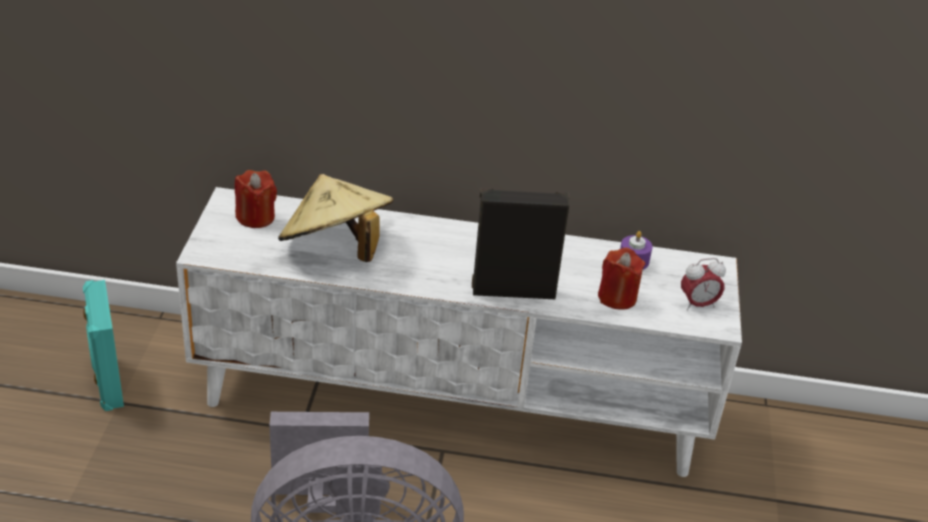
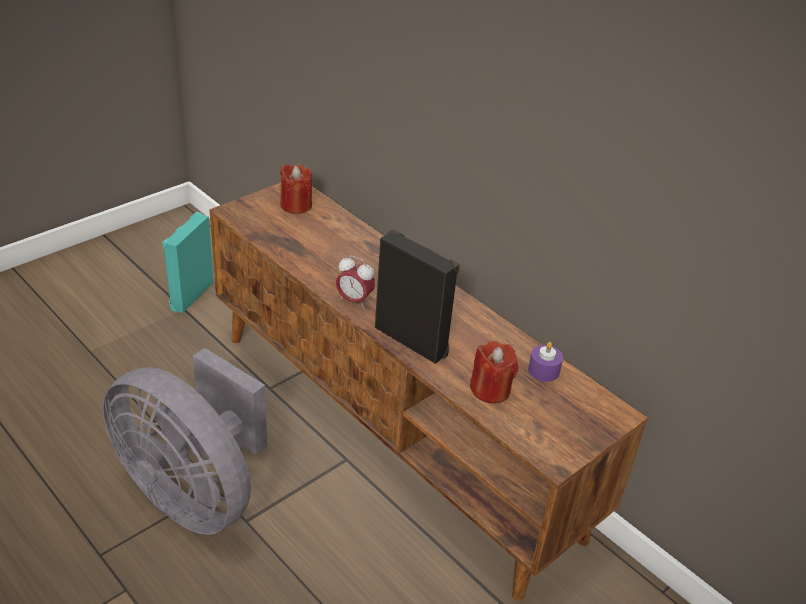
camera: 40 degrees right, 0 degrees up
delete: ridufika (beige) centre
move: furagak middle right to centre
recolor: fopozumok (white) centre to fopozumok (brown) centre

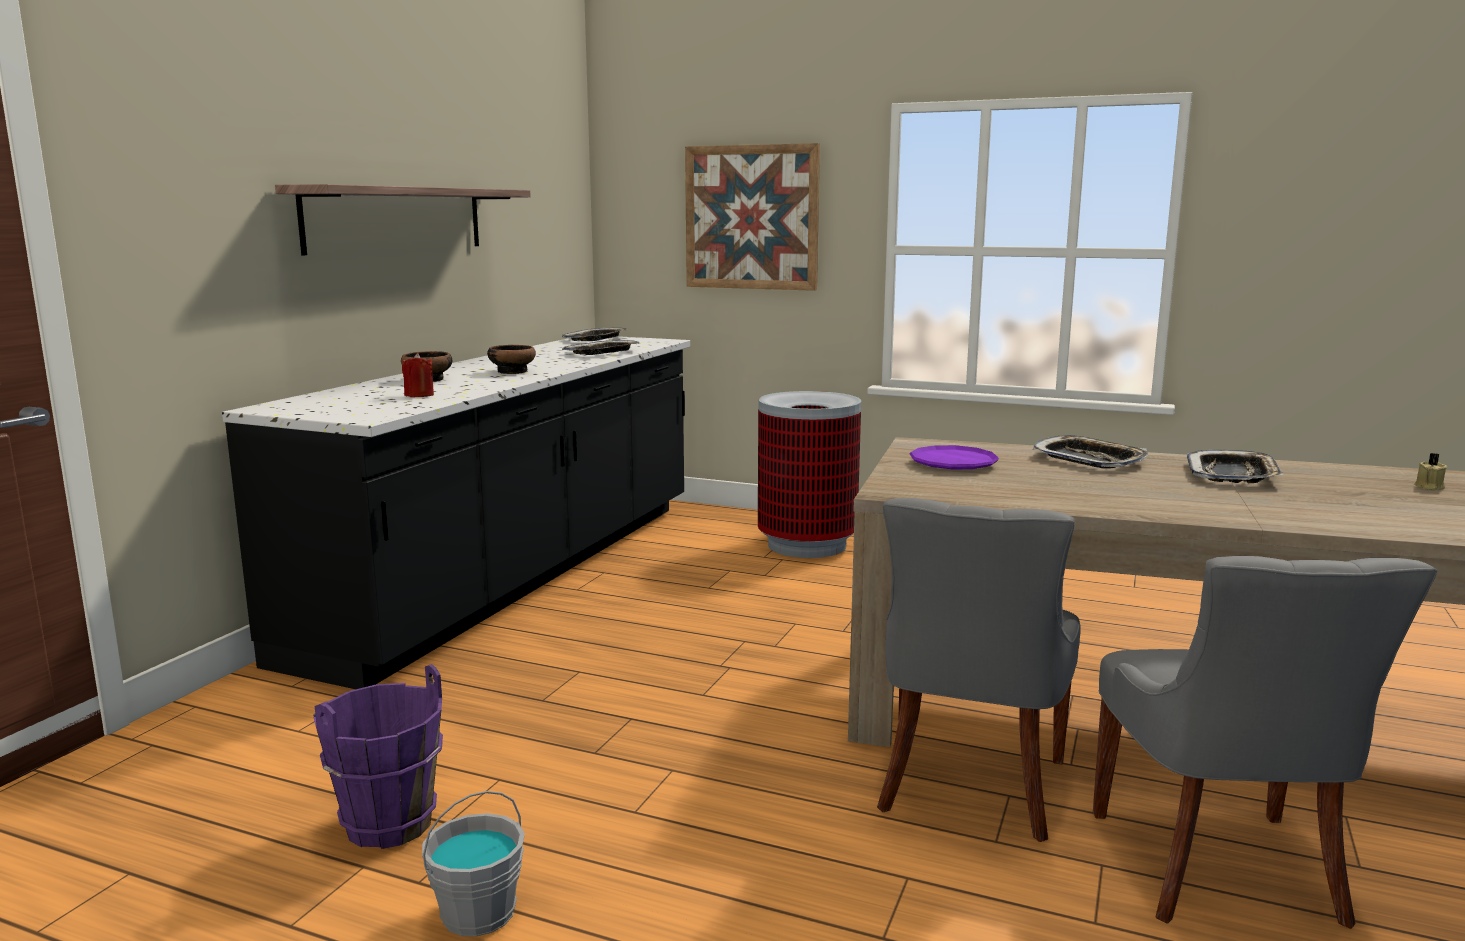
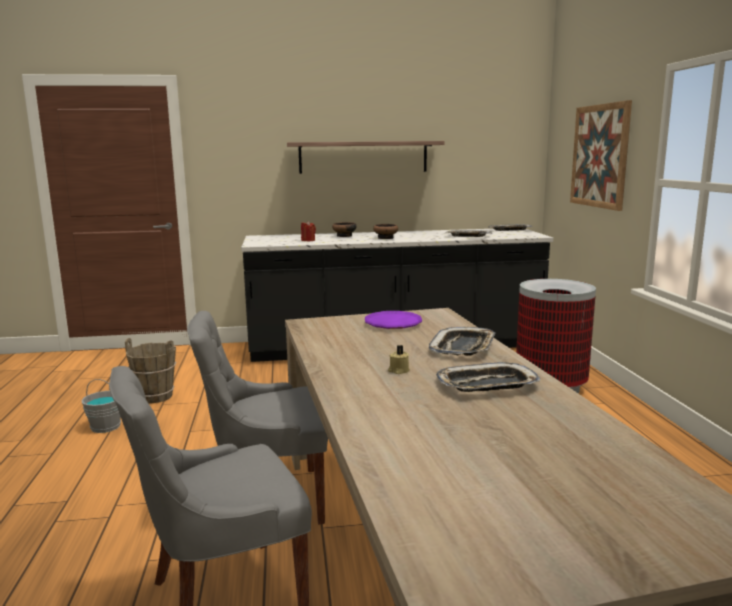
camera: 60 degrees right, 0 degrees up
move: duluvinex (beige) middle right to centre
recolor: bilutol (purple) bottom left to bilutol (brown) middle left

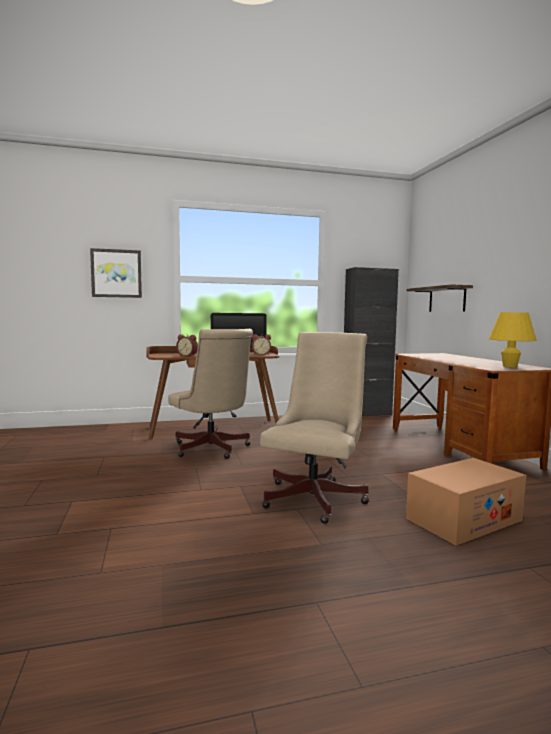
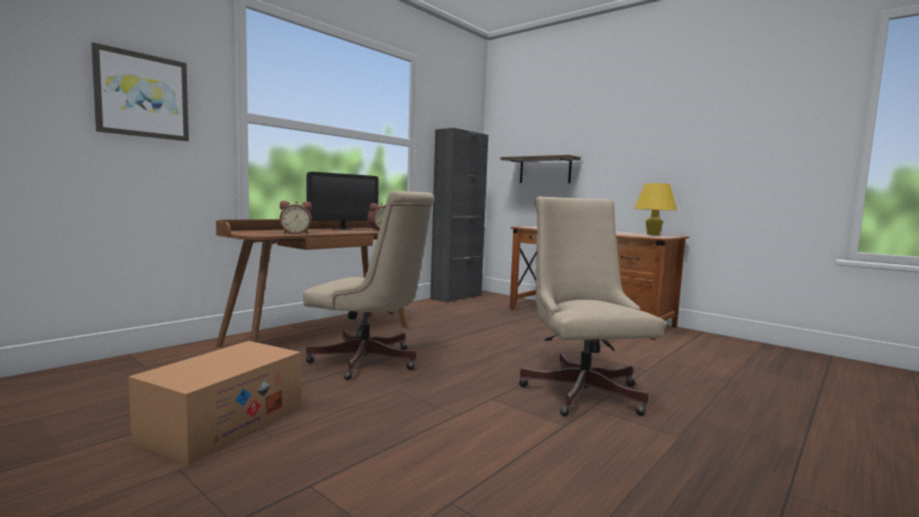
camera: 35 degrees left, 0 degrees up
move: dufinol bottom right to bottom left

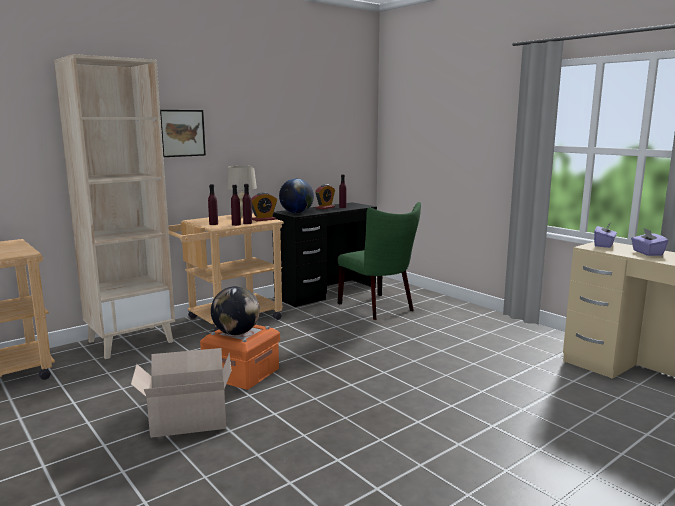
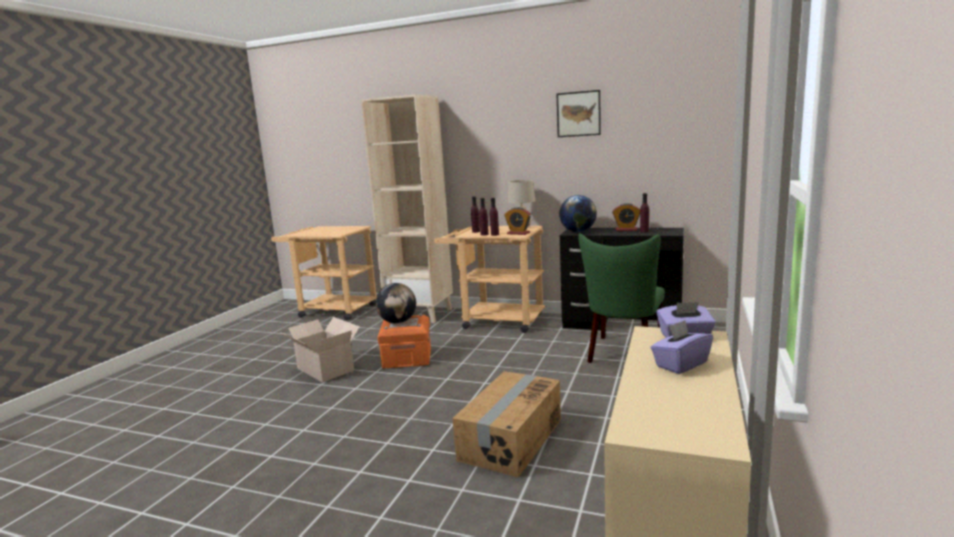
camera: 60 degrees right, 0 degrees up
insert: dufinol (2nd from left) bottom centre
move: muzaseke top left to top centre

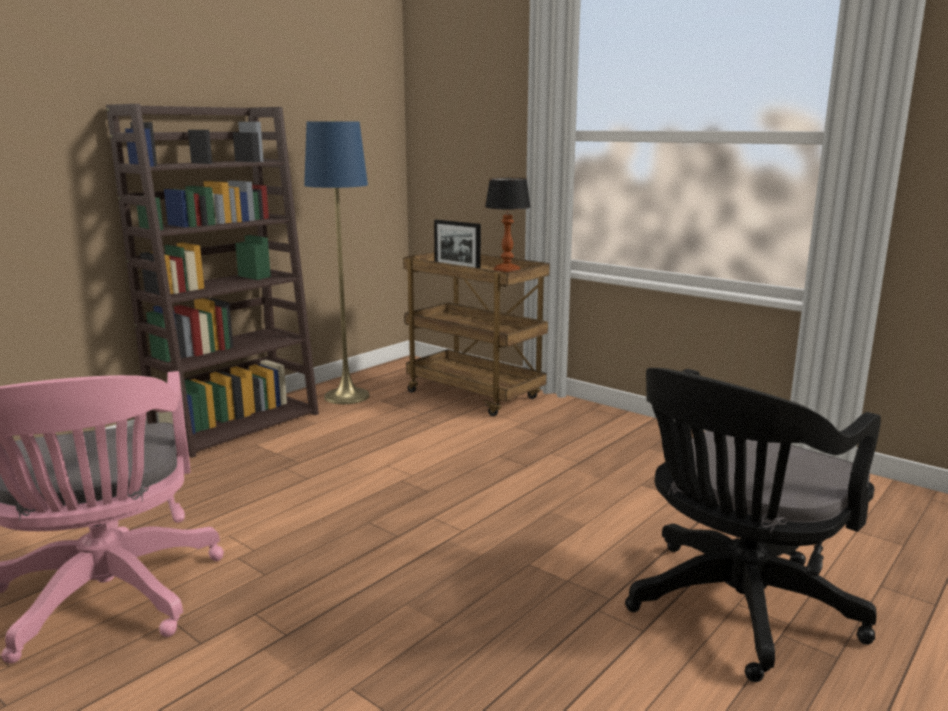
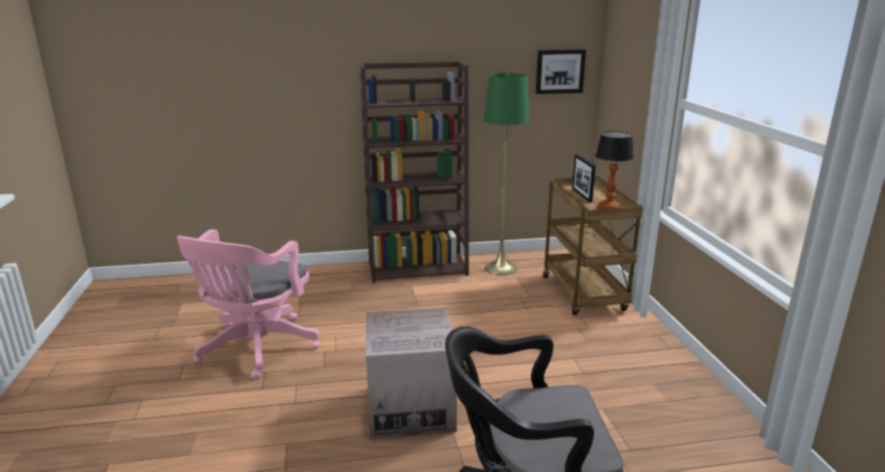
camera: 40 degrees right, 5 degrees up
insert: dufinol bottom centre; muzaseke top centre
recolor: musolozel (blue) centre to musolozel (green) centre

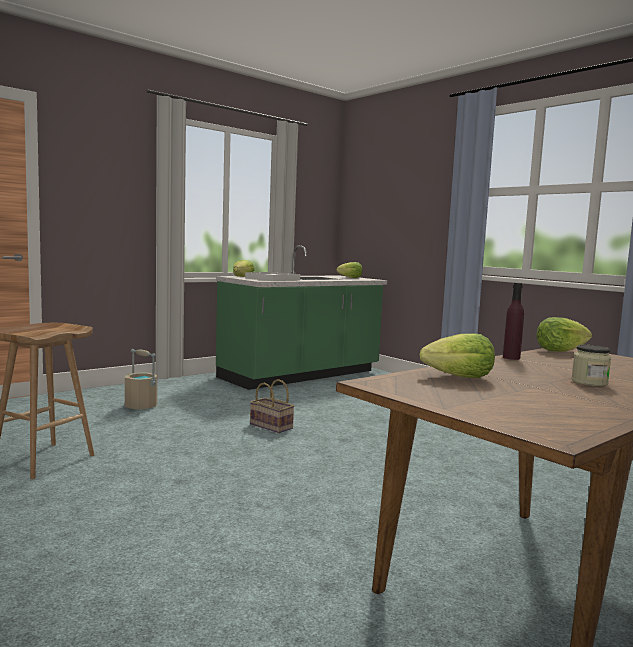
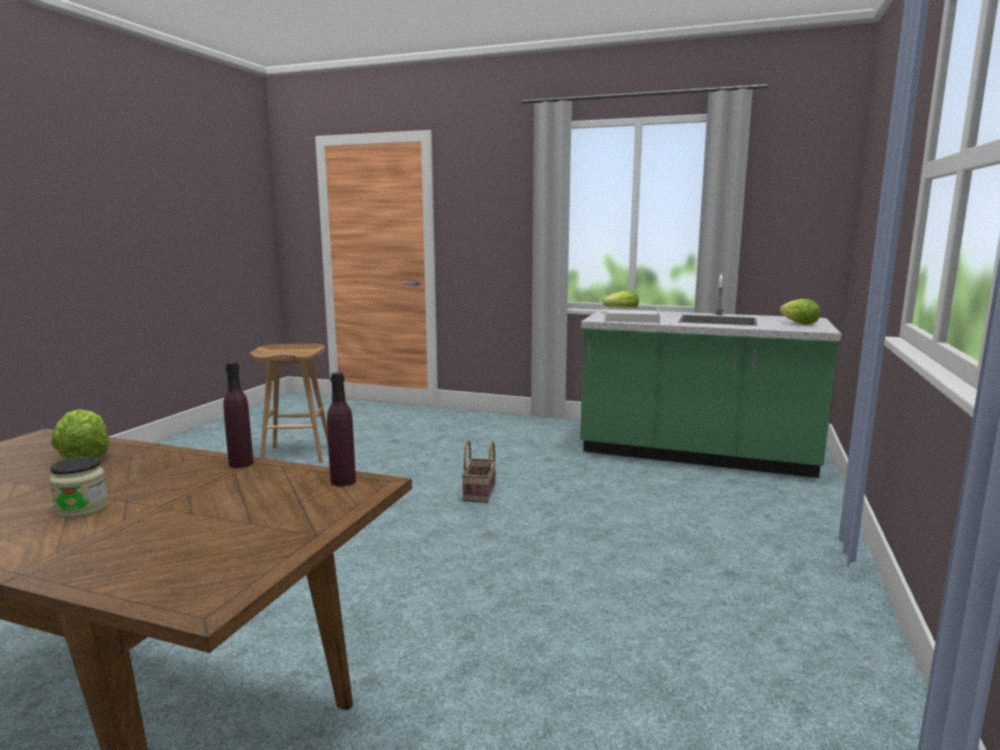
camera: 60 degrees right, 5 degrees up
delete: bilutol (beige) middle left
replace: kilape (4th from left) middle right to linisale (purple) (2nd from left) centre

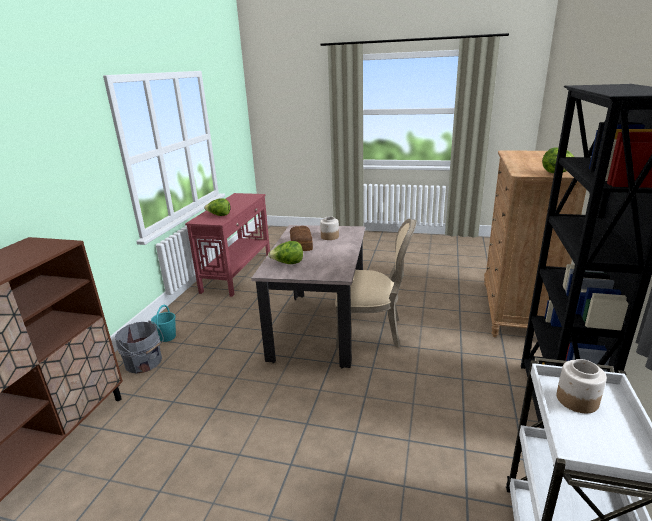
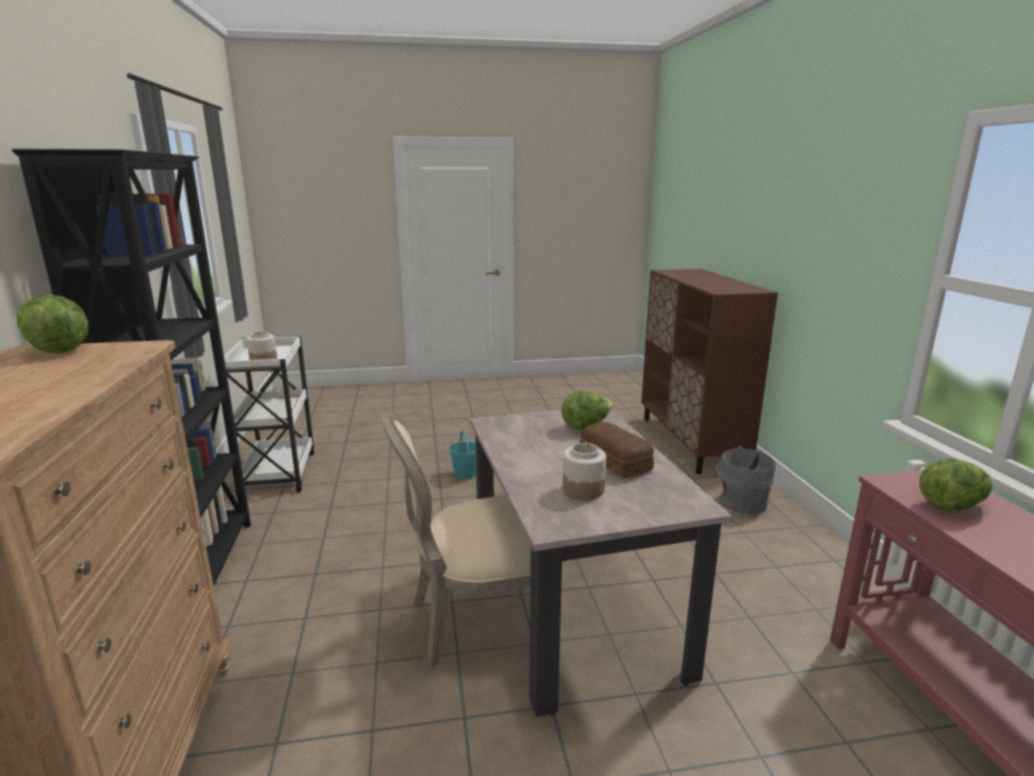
camera: 155 degrees right, 5 degrees down
move: bilutol (turquoise) middle left to centre

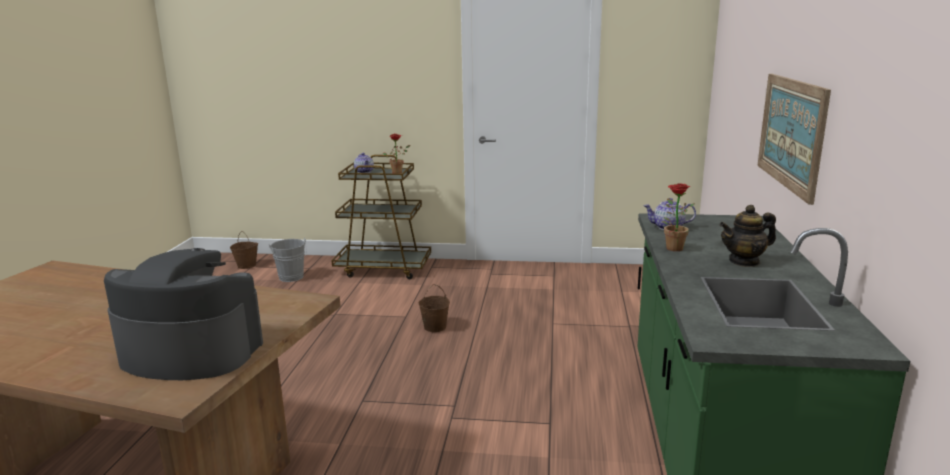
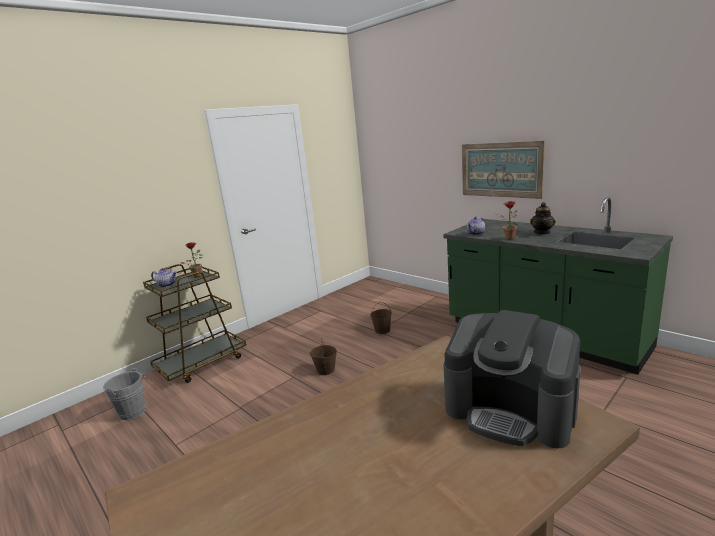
camera: 50 degrees left, 0 degrees up
move: bilutol (brown) (1st from left in the first image) middle left to bilutol (brown) (2nd from left) centre
rotate: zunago middle left = bottom right 105 degrees counterclockwise

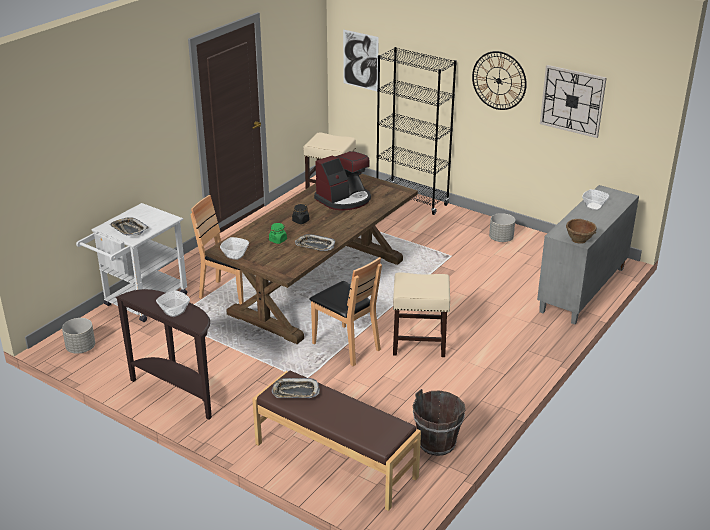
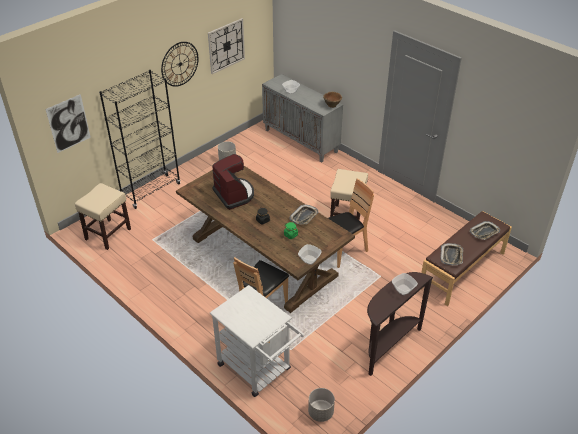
camera: 80 degrees left, 10 degrees up
delete: bilutol (brown) bottom centre
move: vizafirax (1st from left in the first image) middle left to vizafirax (3rd from left) middle right

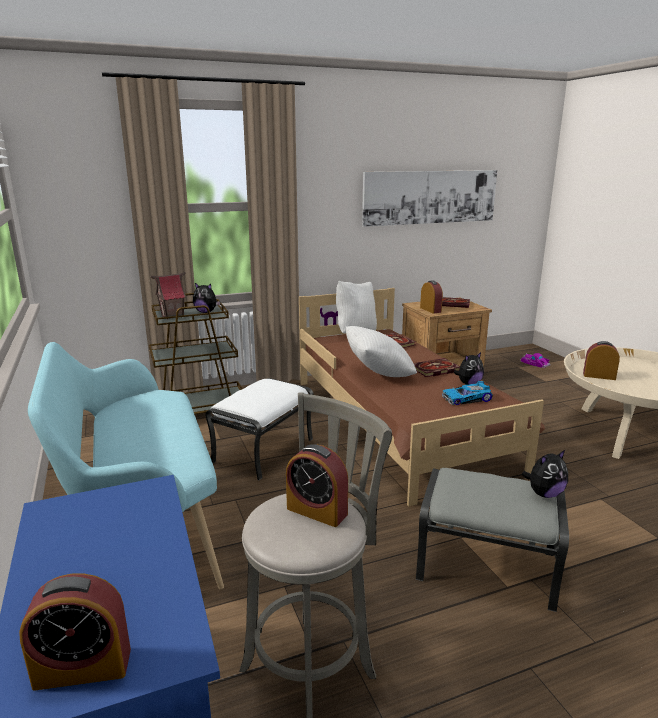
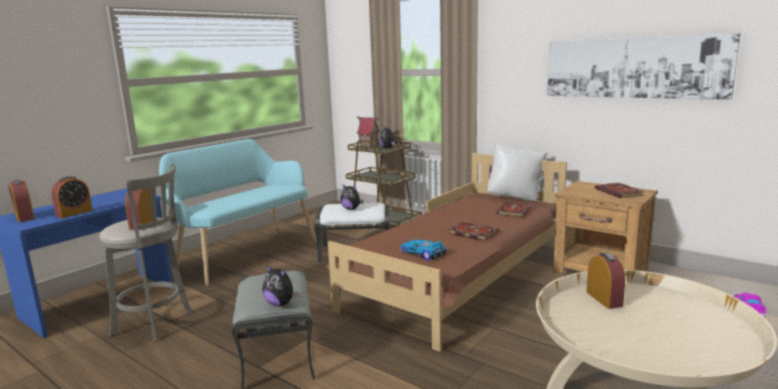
camera: 60 degrees right, 5 degrees down
delete: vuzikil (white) (2nd from left) centre
move: furagak (3rd from left in the first image) centre to furagak (2nd from left) middle left; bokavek (2nd from left) middle right to centre

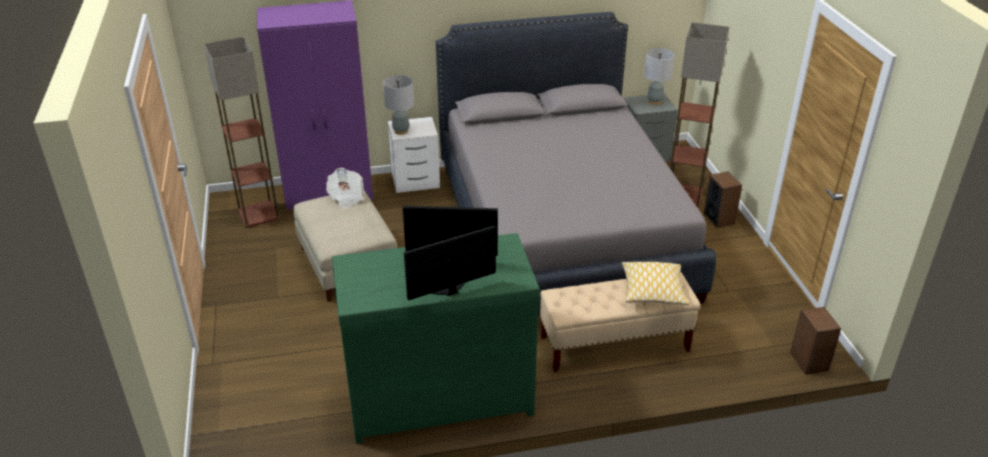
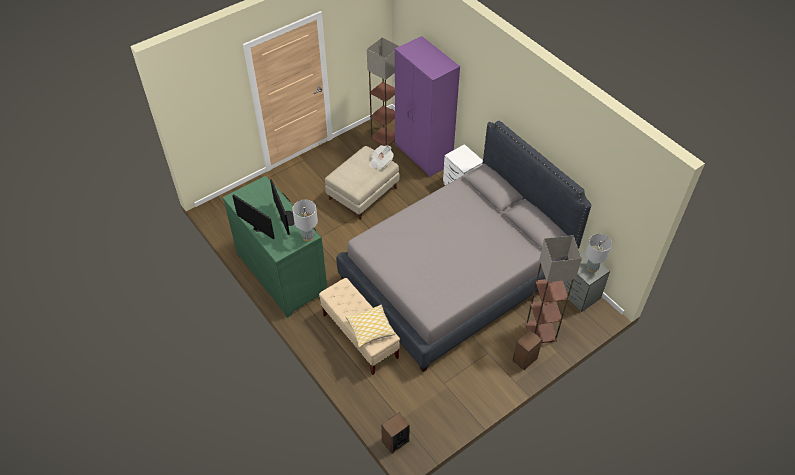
camera: 65 degrees right, 15 degrees up
move: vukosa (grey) (1st from left) top centre to centre

